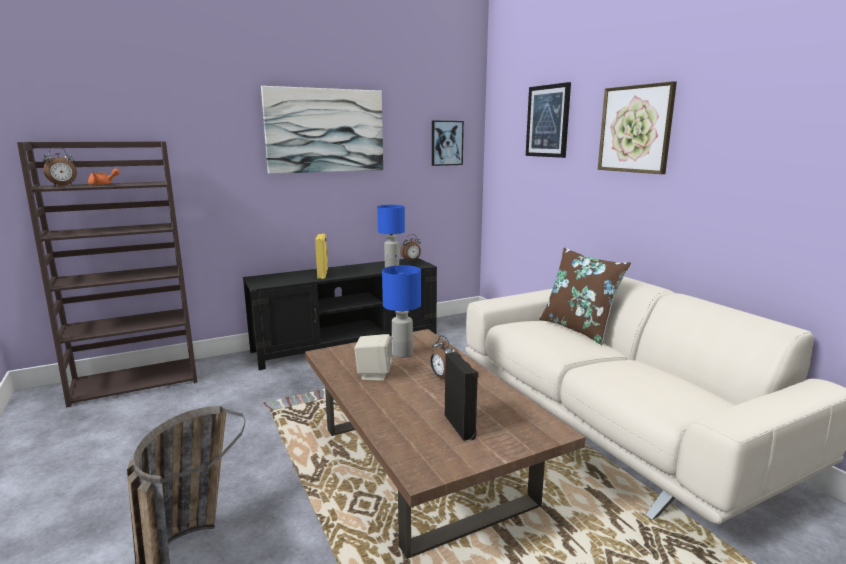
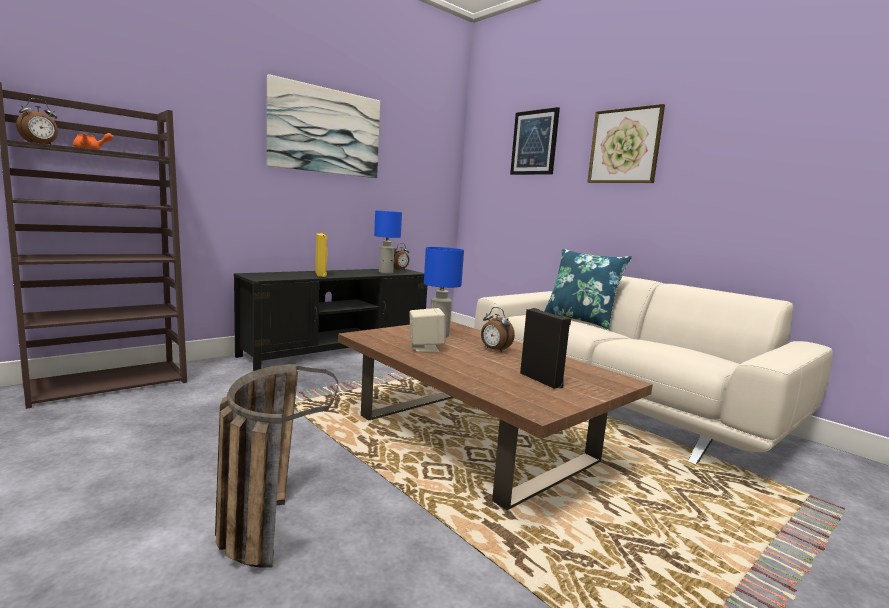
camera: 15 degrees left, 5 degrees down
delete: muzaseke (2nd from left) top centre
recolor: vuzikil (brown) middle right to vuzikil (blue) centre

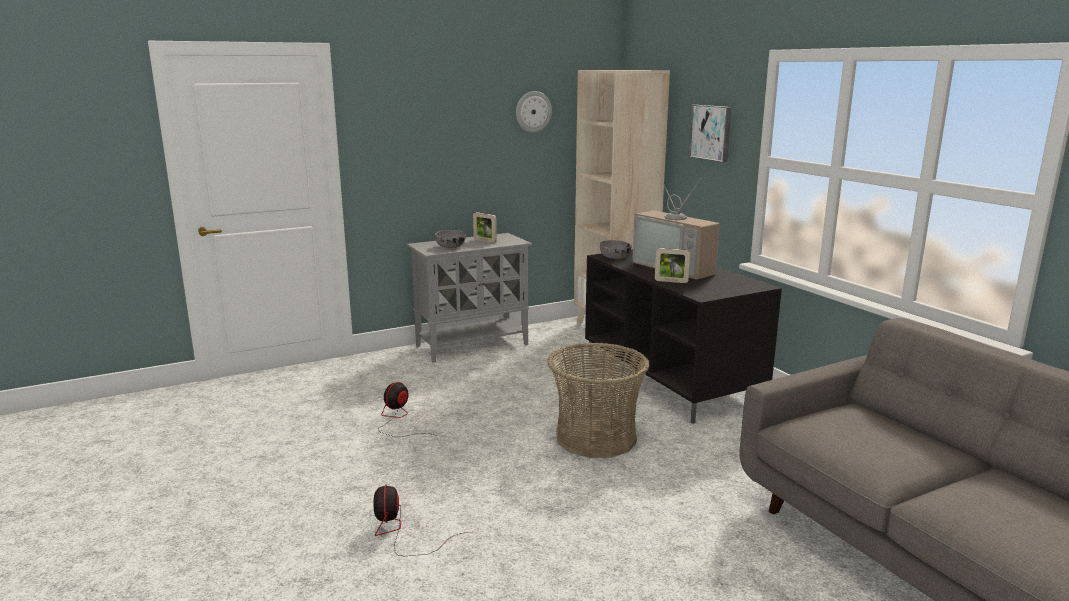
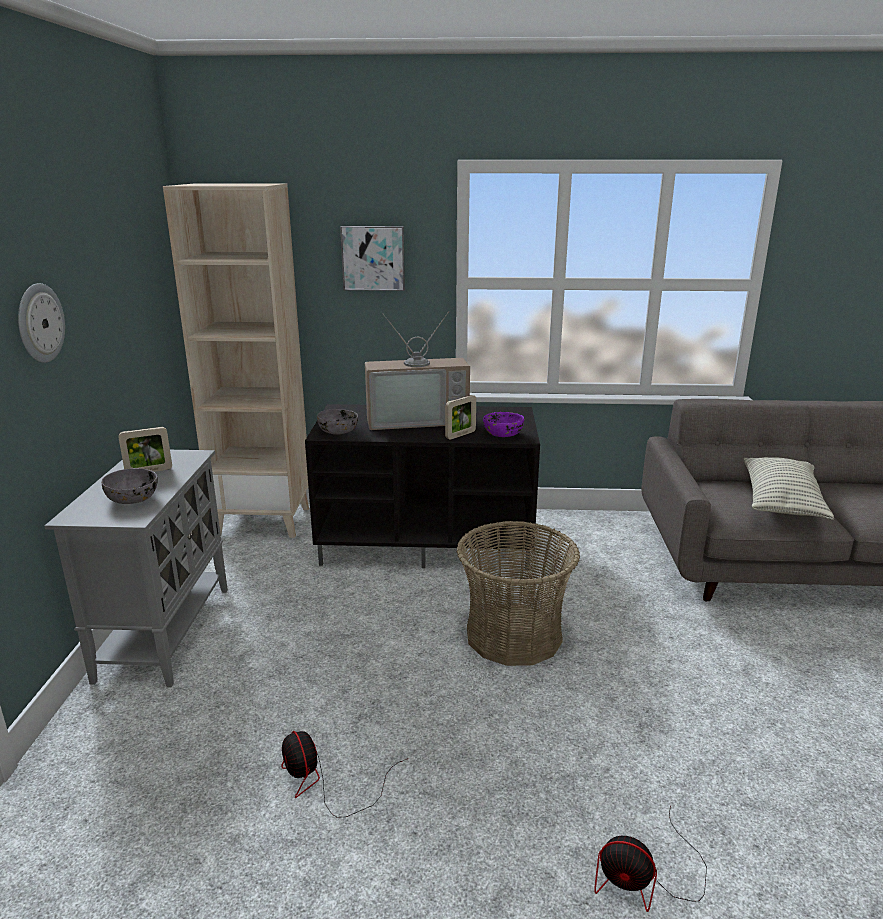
camera: 60 degrees left, 5 degrees up
insert: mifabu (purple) centre; vuzikil middle right
move: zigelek top centre to middle left

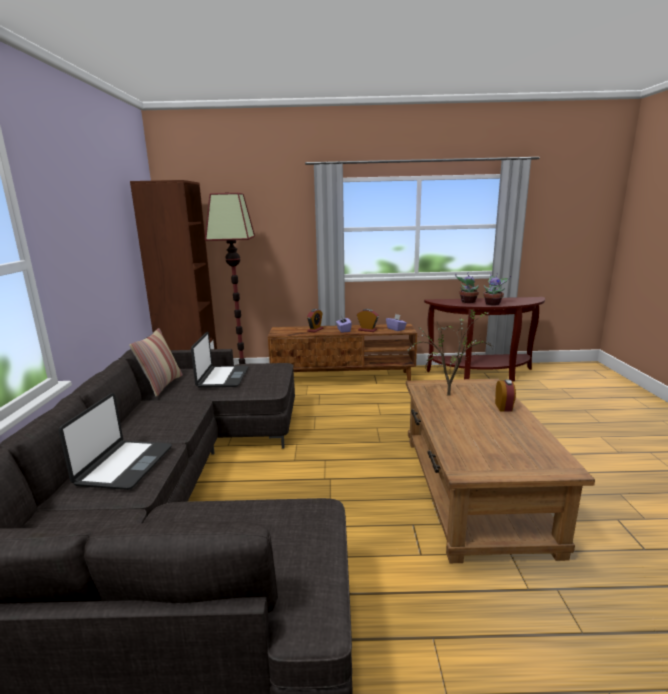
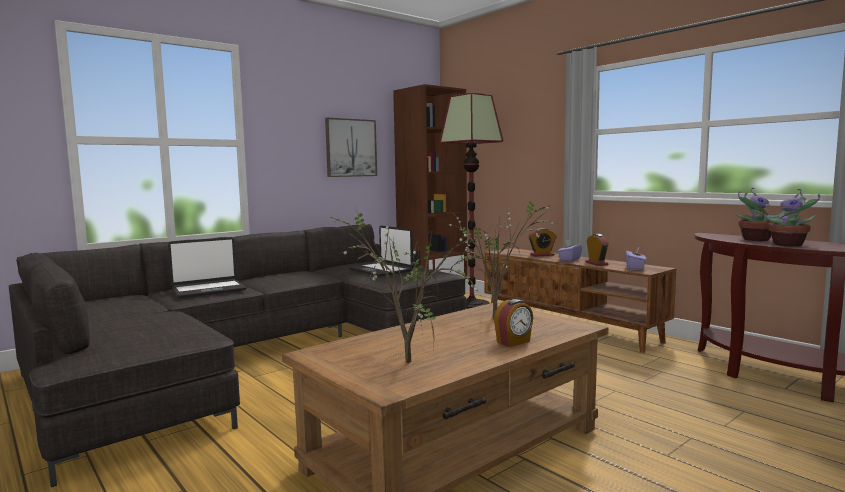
camera: 50 degrees right, 10 degrees down
delete: vuzikil middle left
insert: muzaseke top centre; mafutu (1st from left) centre
rotate: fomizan (2nd from left) middle left = centre 90 degrees clockwise

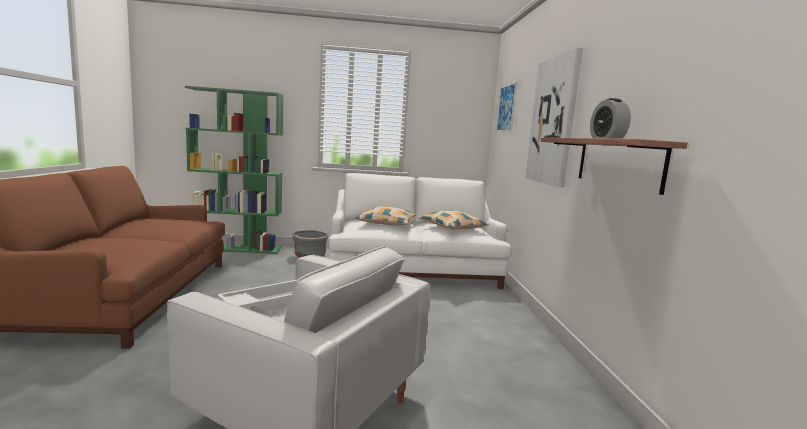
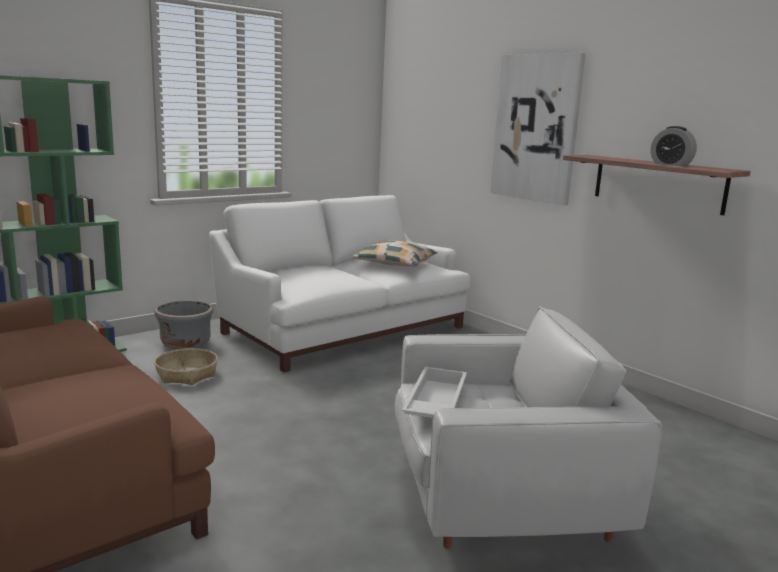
camera: 35 degrees left, 5 degrees up
delete: vuzikil (1st from left) centre; muzaseke (1st from left) top centre
insert: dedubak middle left

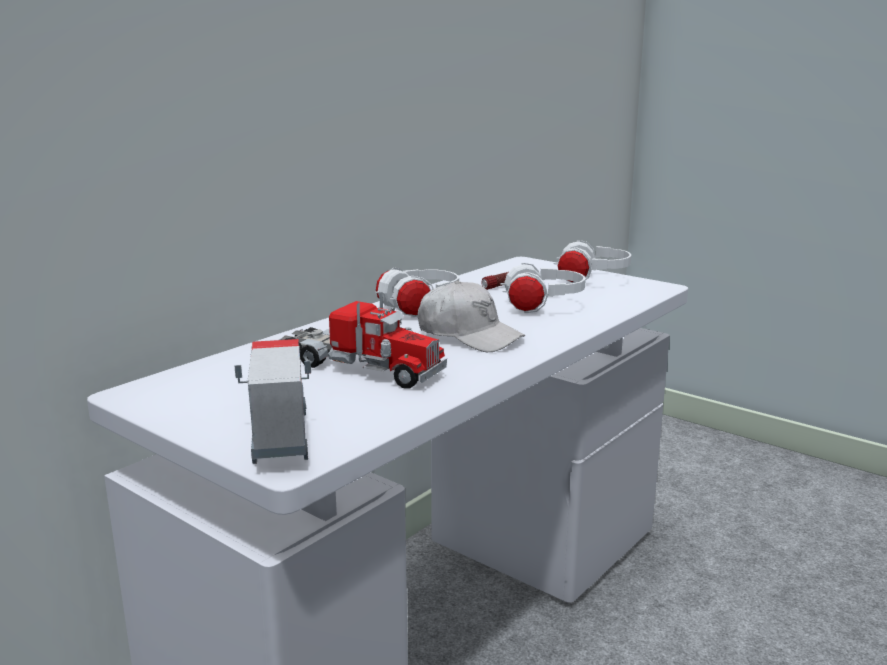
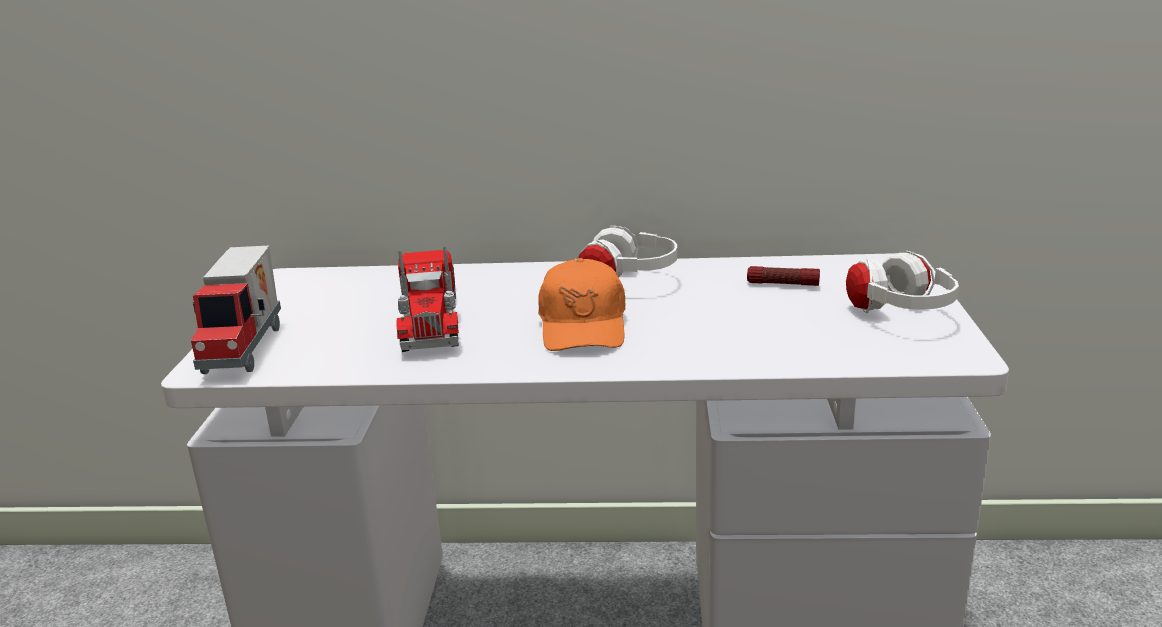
camera: 55 degrees right, 5 degrees up
delete: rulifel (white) (2nd from left) centre
recolor: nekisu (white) centre to nekisu (orange) centre
rotate: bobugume (1st from left) middle left = middle left 135 degrees clockwise

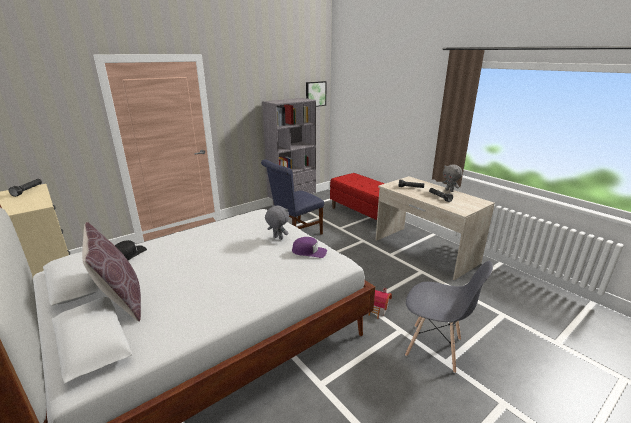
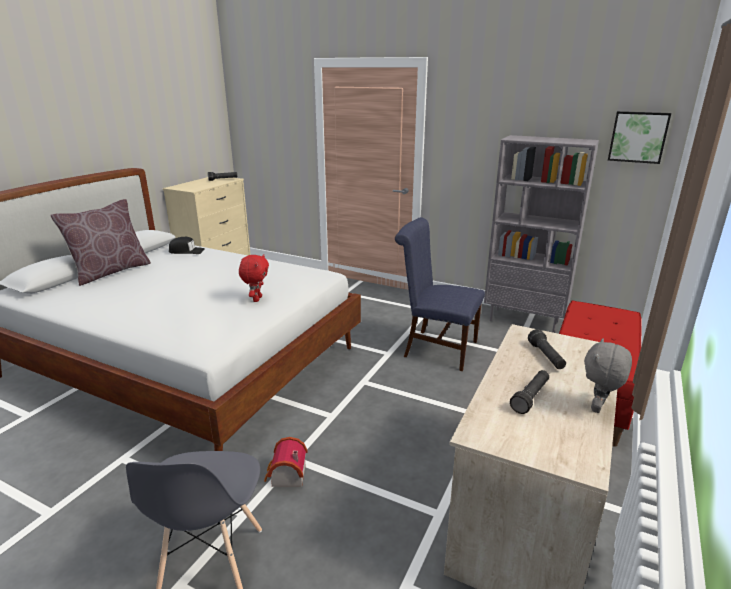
camera: 65 degrees right, 0 degrees up
delete: nekisu (purple) centre
recolor: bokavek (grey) (1st from left) centre to bokavek (red) centre

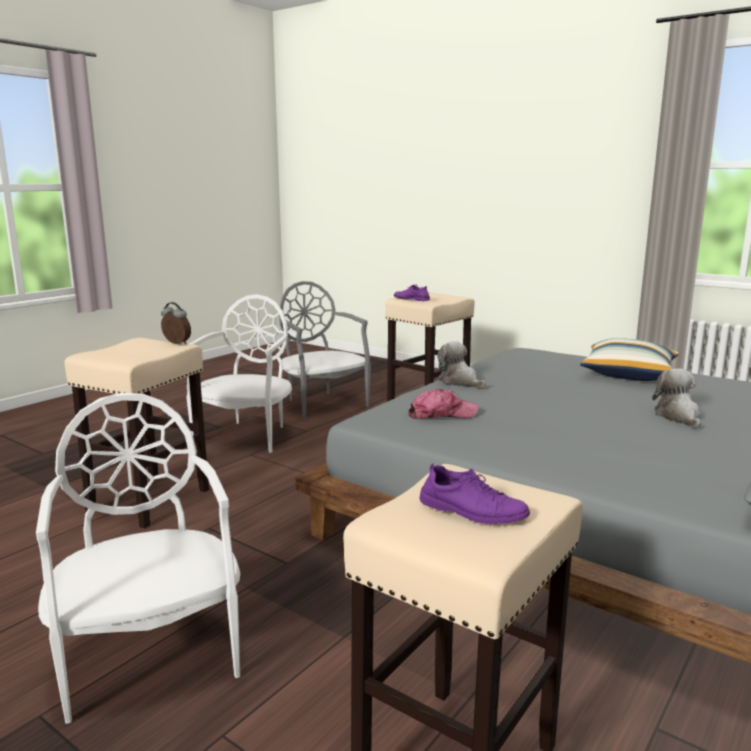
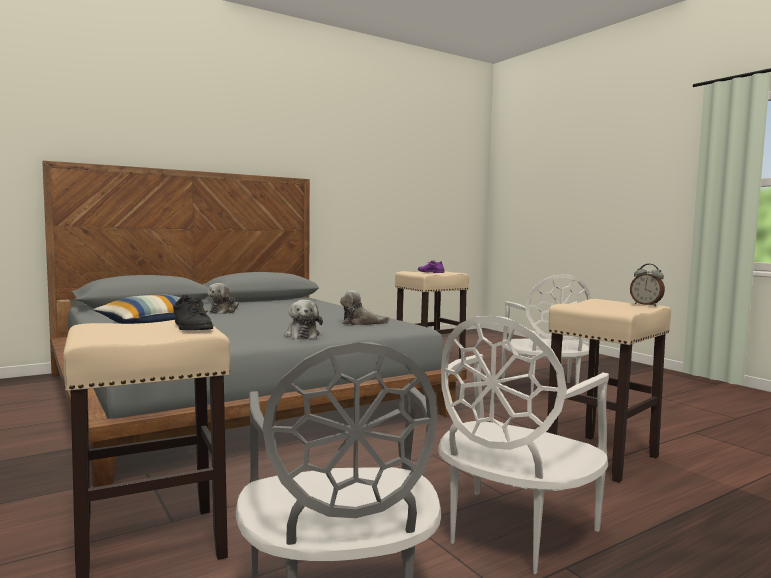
camera: 160 degrees left, 10 degrees down
move: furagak middle left to middle right
replace: nekisu centre to bokavek (3rd from left) centre
recolor: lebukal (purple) (1st from left) centre to lebukal (black) middle left

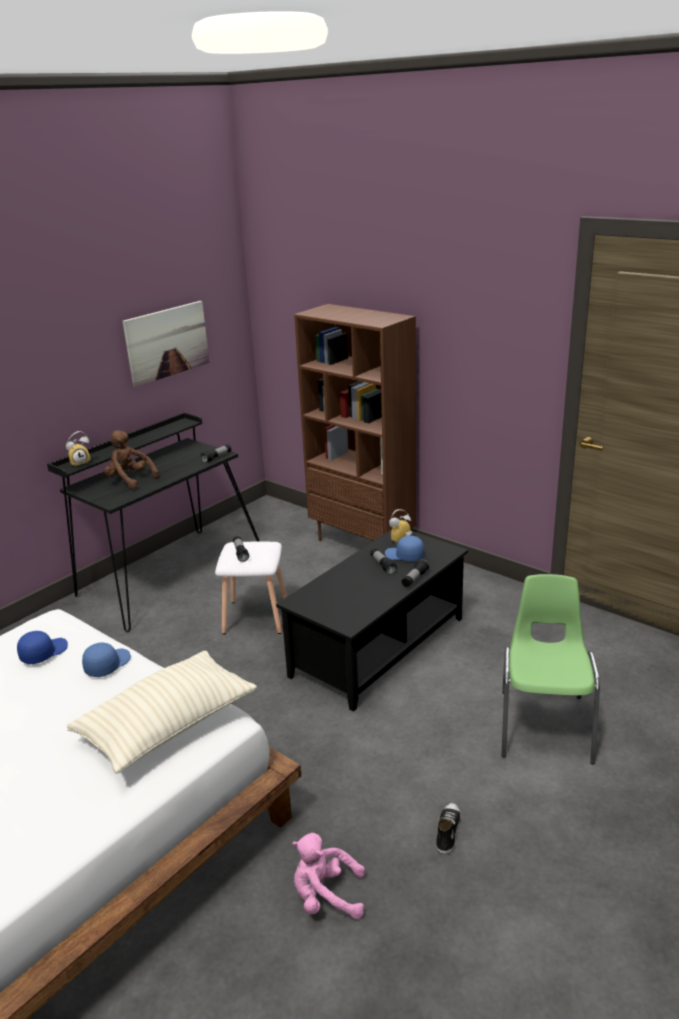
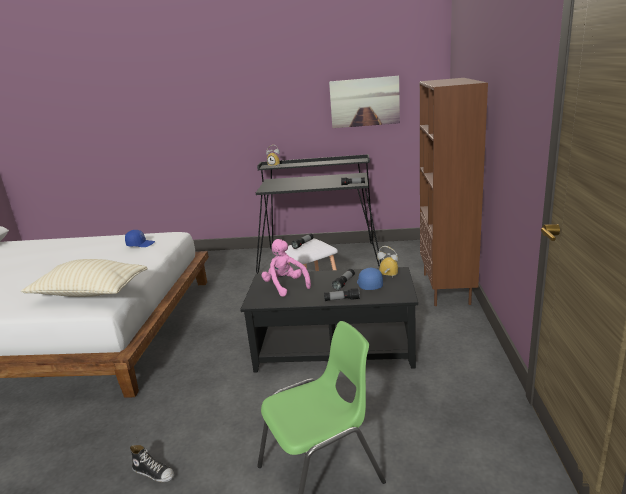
camera: 55 degrees right, 5 degrees down
delete: nekisu (blue) (2nd from left) middle left; bokavek (brown) middle left
move: bokavek (pink) bottom centre to centre
rotate: lebukal bottom centre = bottom left 45 degrees clockwise

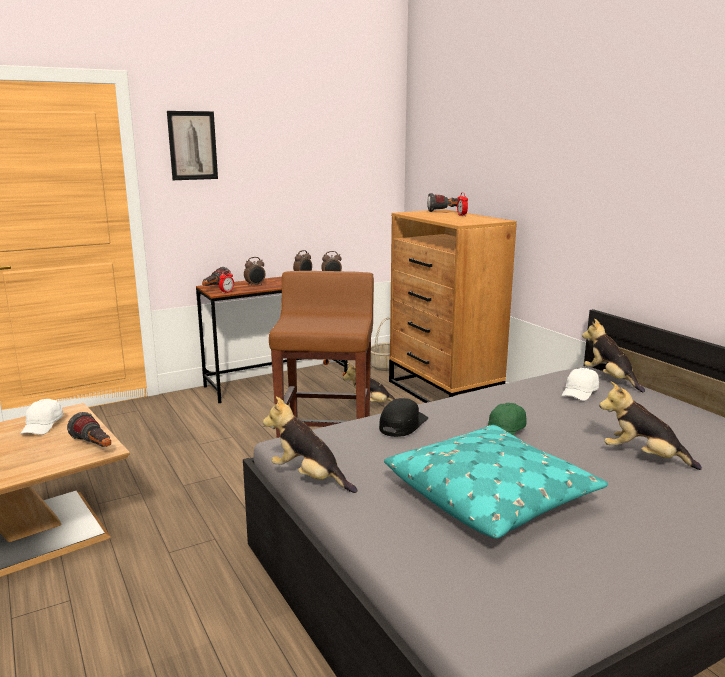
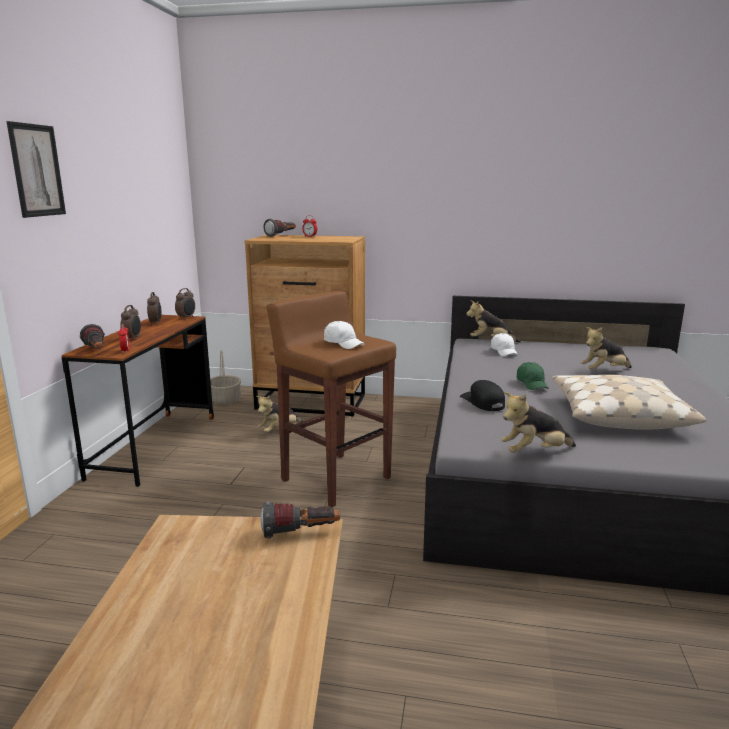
camera: 50 degrees left, 0 degrees up
move: nekisu (white) (1st from left) middle left to centre
recolor: vuzikil (turquoise) bottom right to vuzikil (beige) middle right

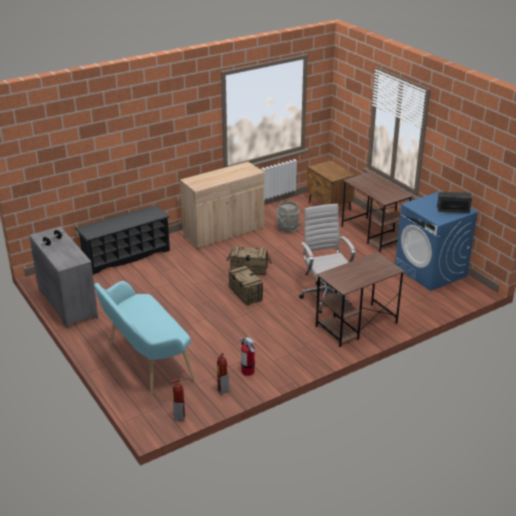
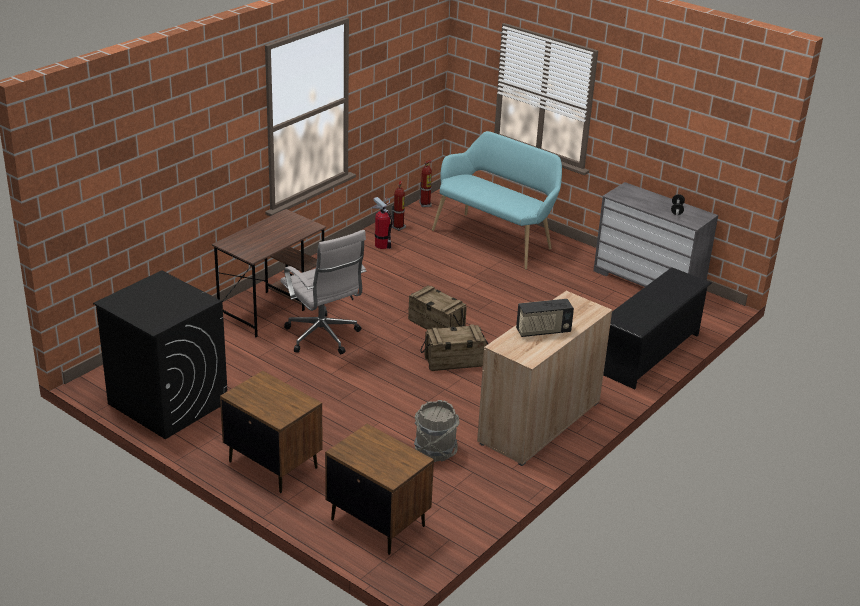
camera: 160 degrees right, 0 degrees up
move: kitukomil middle right to centre
replace: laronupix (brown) (2nd from left) middle right to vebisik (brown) (1st from left) bottom left
recolor: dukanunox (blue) middle right to dukanunox (black) middle left

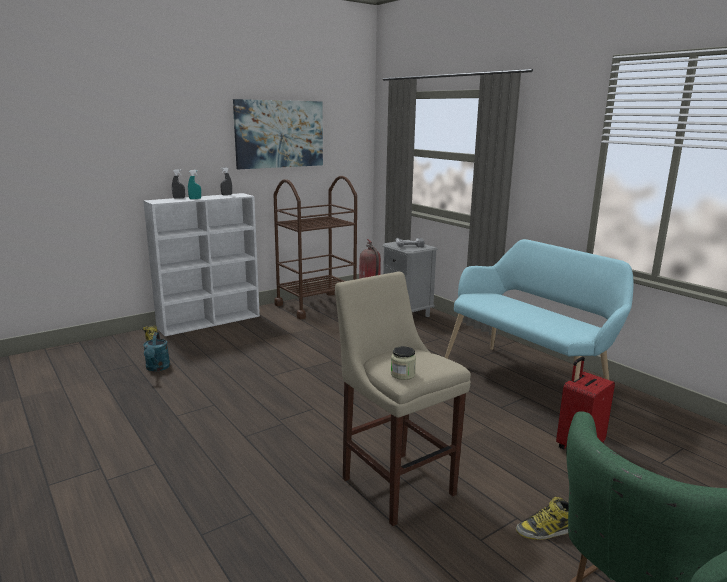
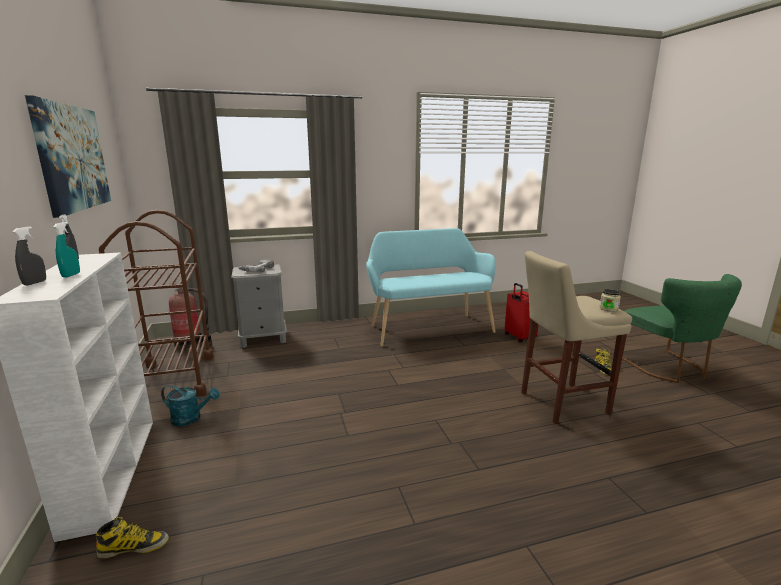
camera: 70 degrees left, 0 degrees up
move: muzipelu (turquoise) middle left to bottom left

